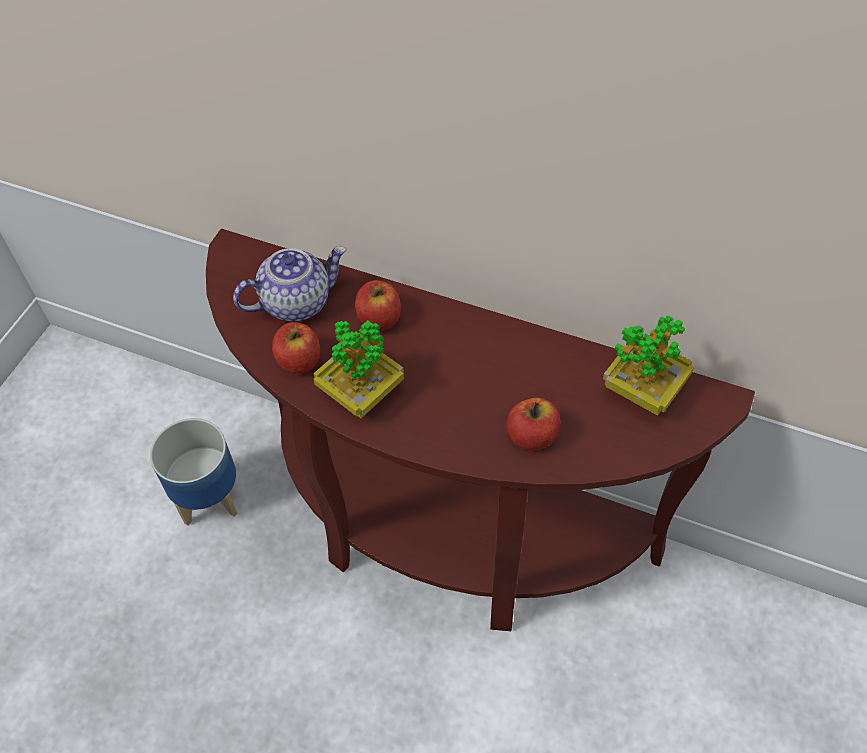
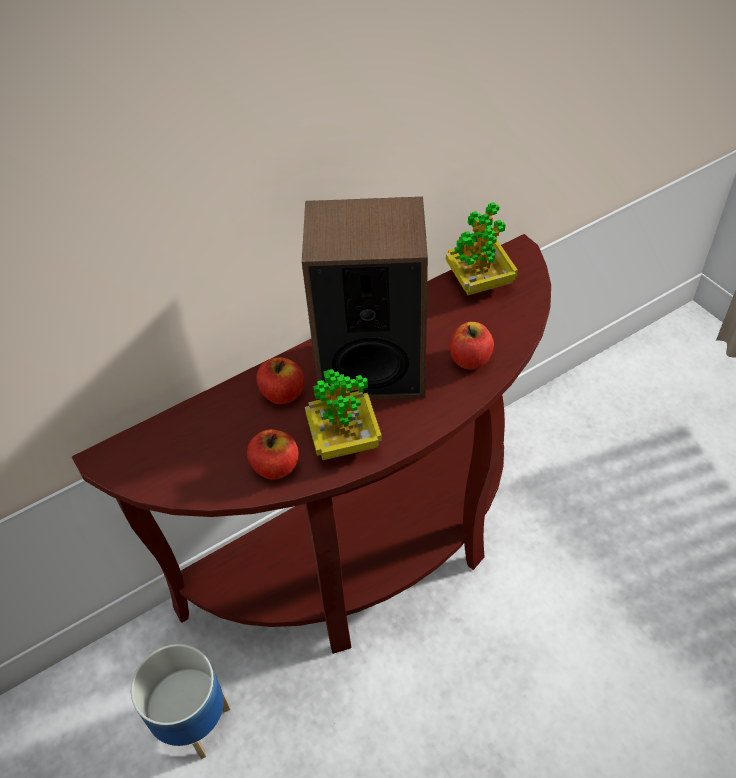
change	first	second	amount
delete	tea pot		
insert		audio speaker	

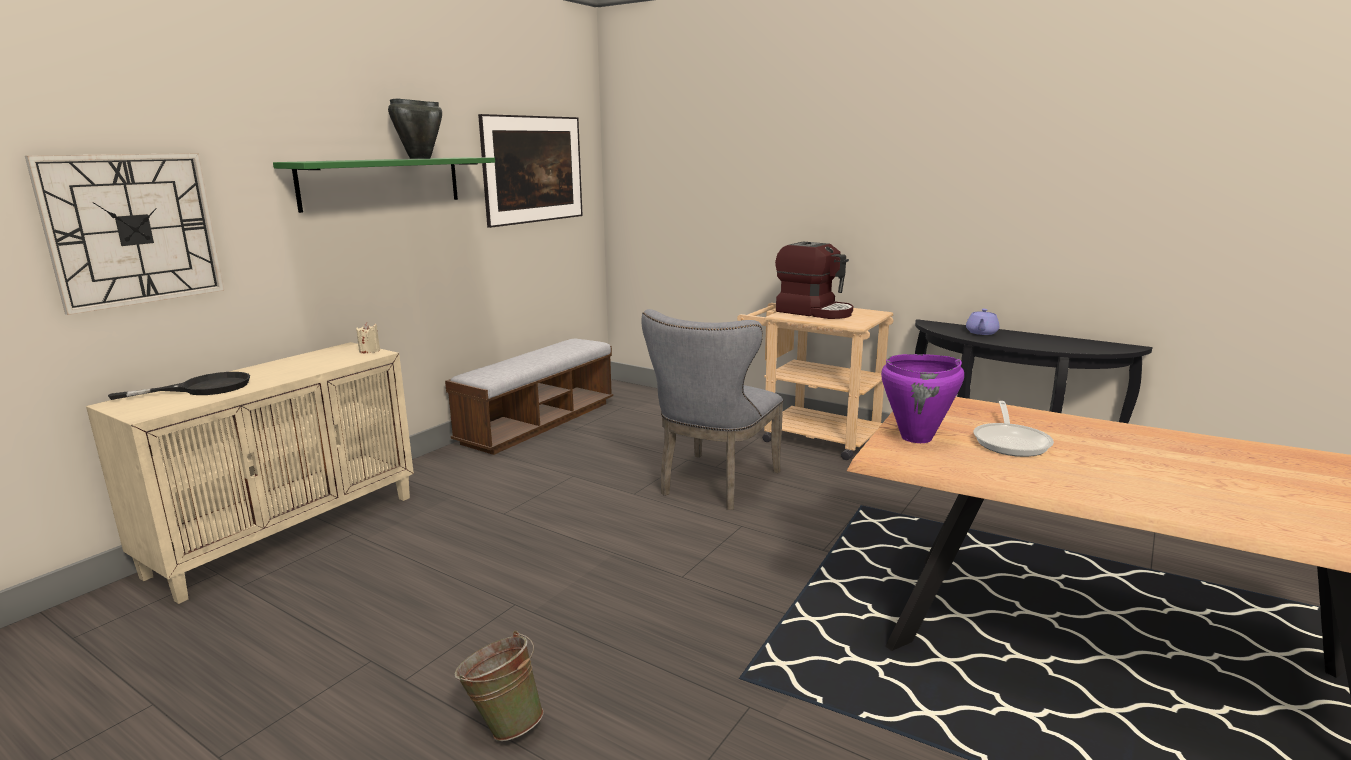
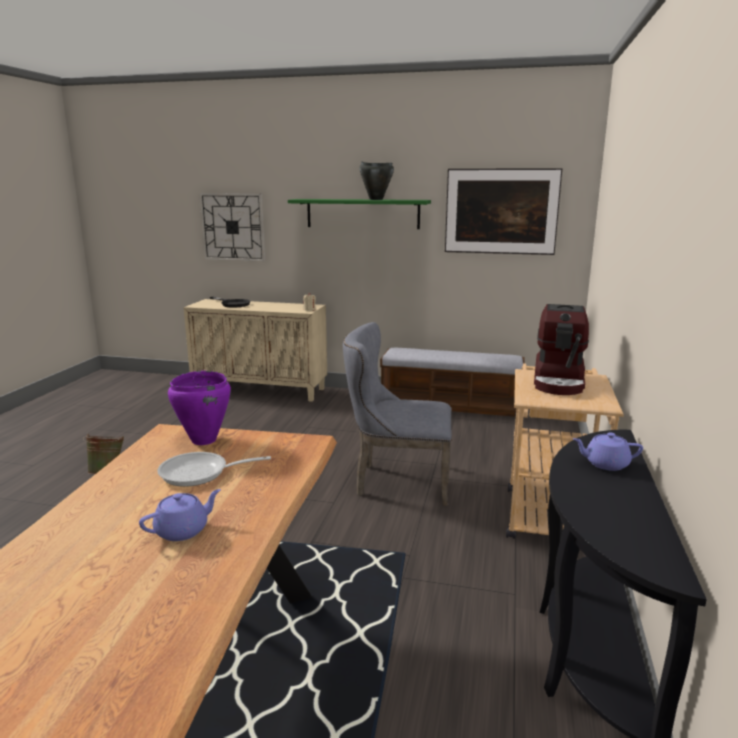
change	first	second	amount
insert		purplish tea pot (1st from left)	

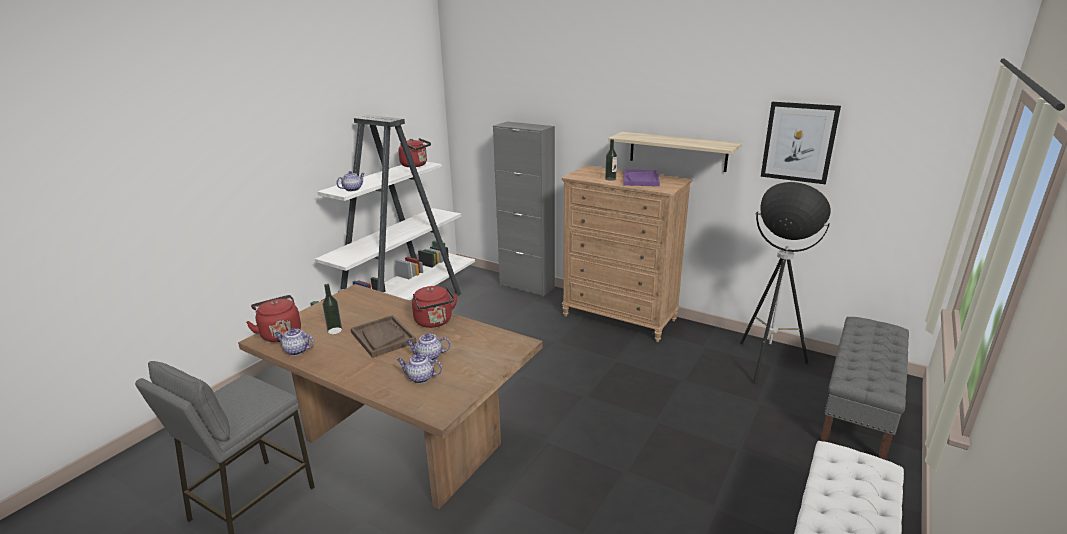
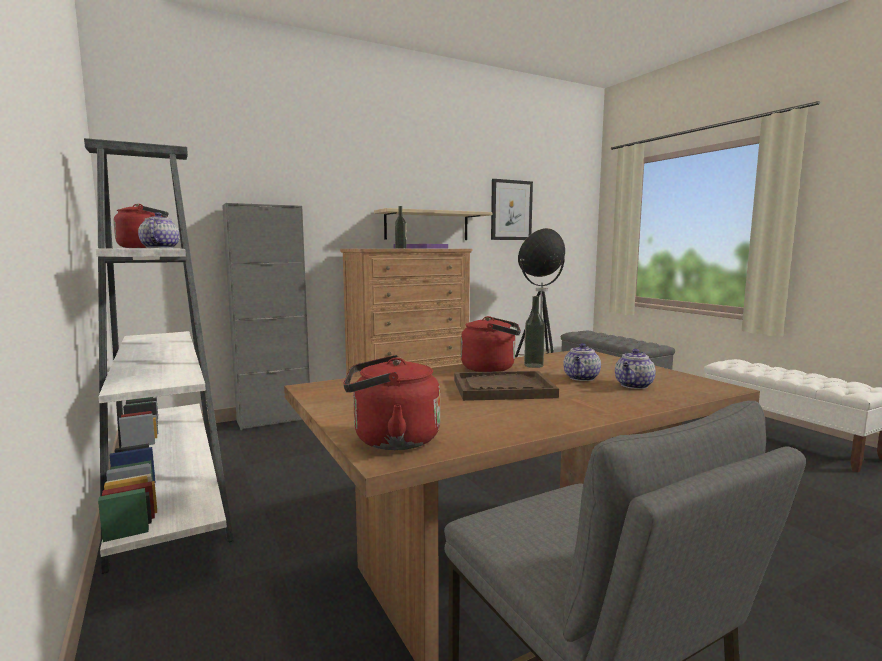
change	first	second	amount
delete	tea pot (1st from left)		
move	beverage bottle (1st from left in the first image)	beverage bottle (2nd from left)	

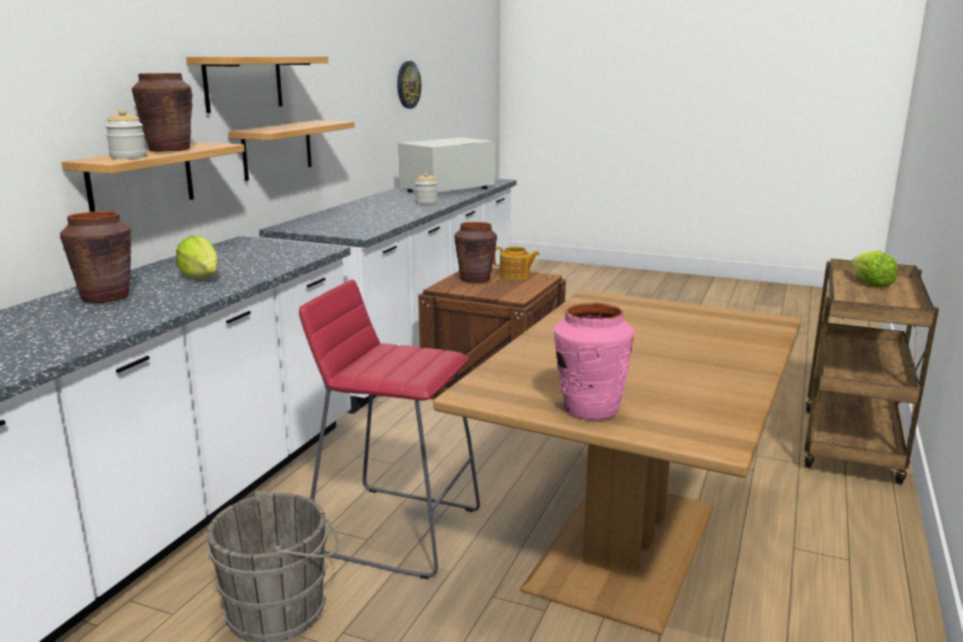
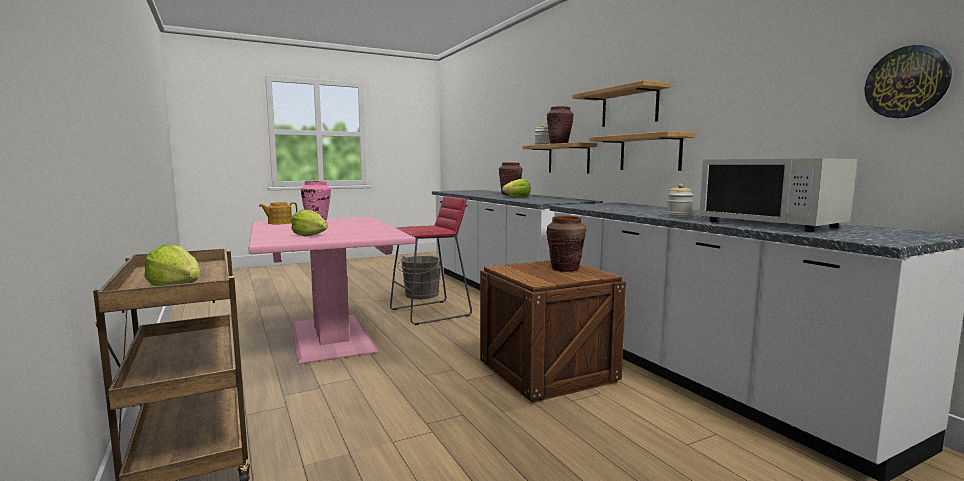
change	first	second	amount
rotate	whitish microwave		150 degrees clockwise
recolor	brownish dinner table	pink-coloured dinner table	
move	tea pot		
insert		lettuce (2nd from left)	

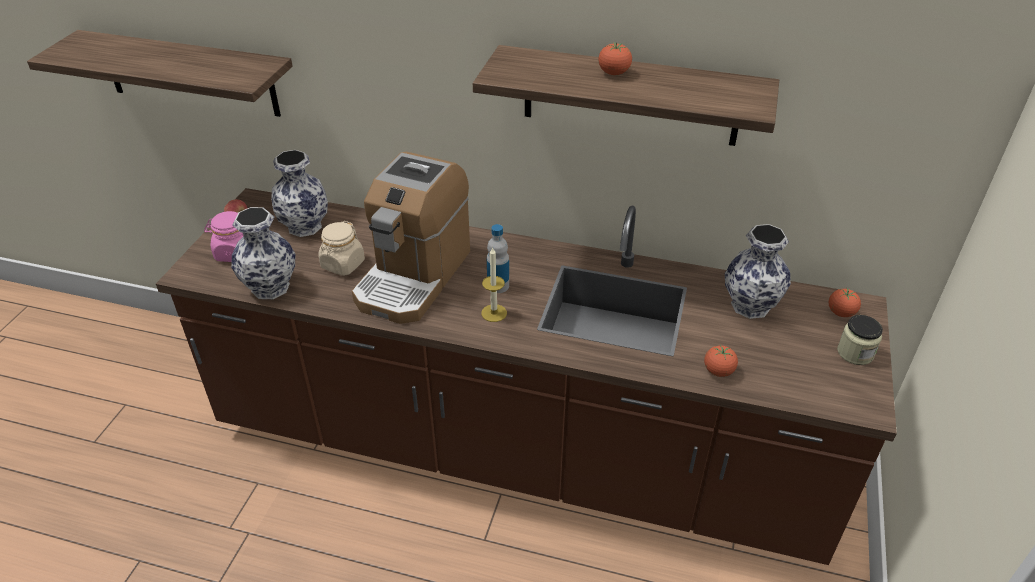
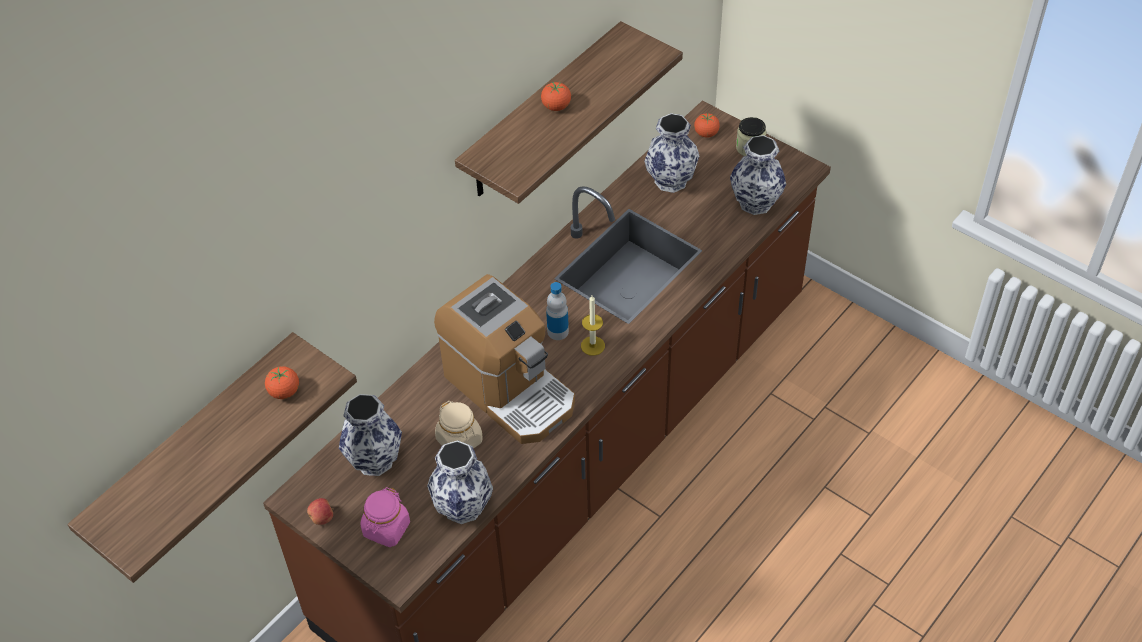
change	first	second	amount
move	whole tomato (2nd from left in the first image)	whole tomato (1st from left)	
insert		flower vase (4th from left)	

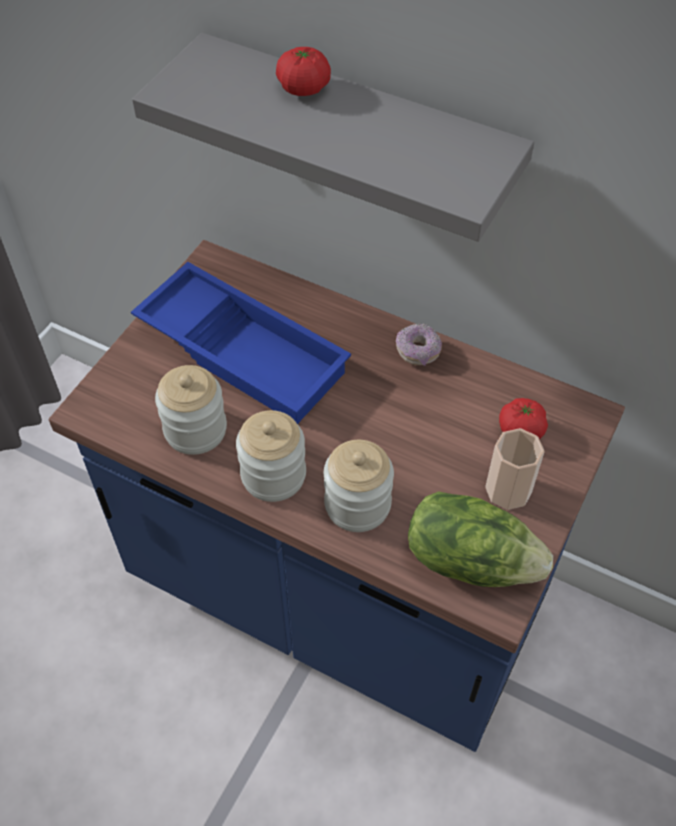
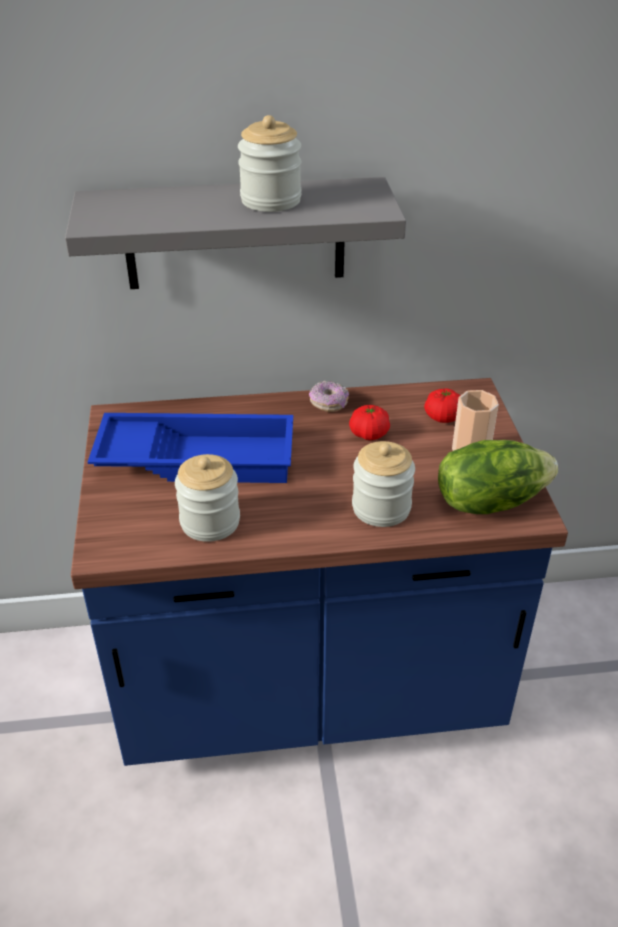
change	first	second	amount
move	storage jar (2nd from left)		
move	whole tomato (1st from left)		

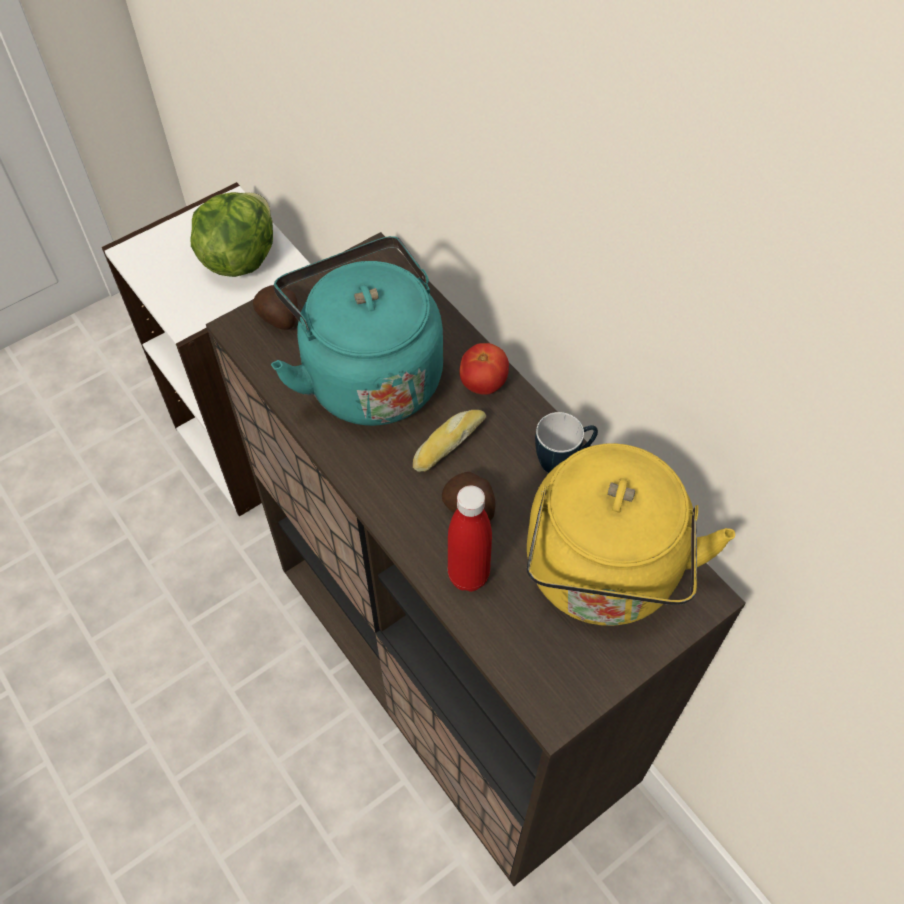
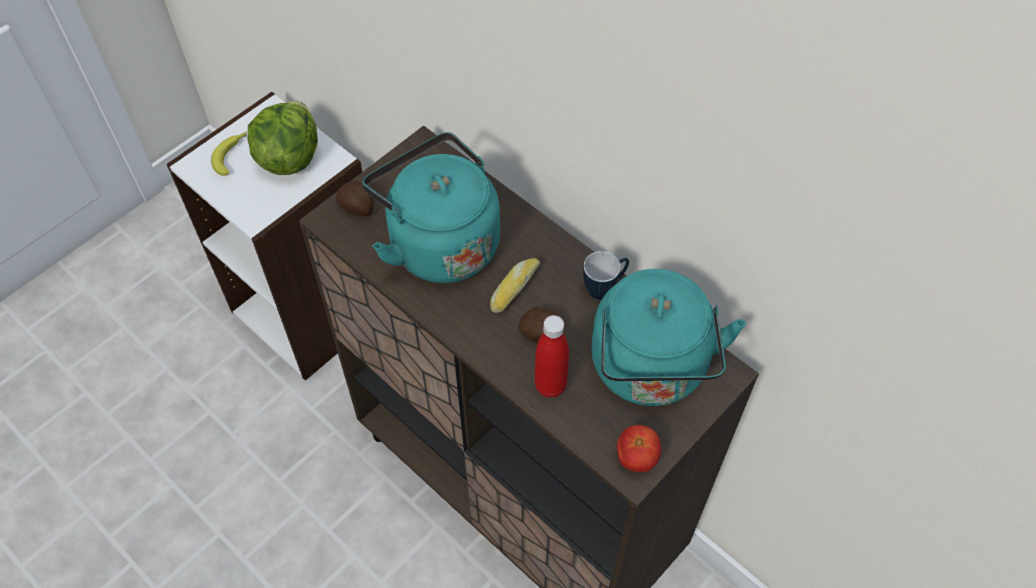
change	first	second	amount
move	whole tomato		
recolor	yellowish tea kettle	turquoise tea kettle (2nd from left)	
insert		banana fruit	

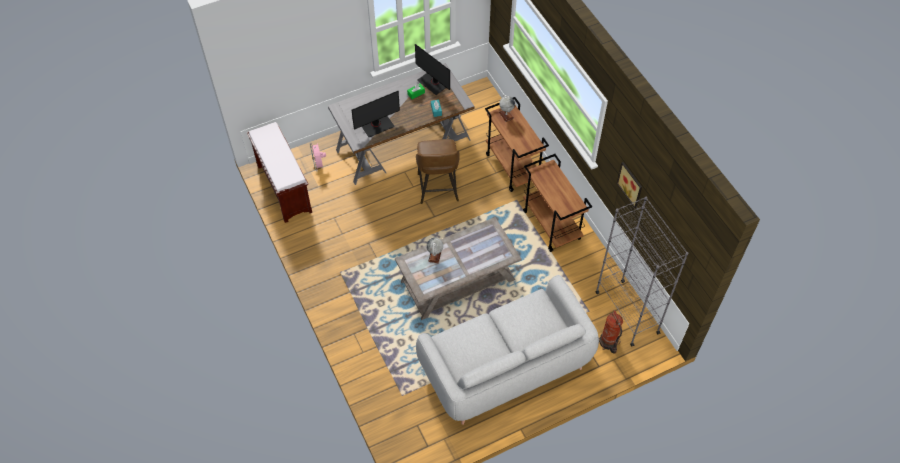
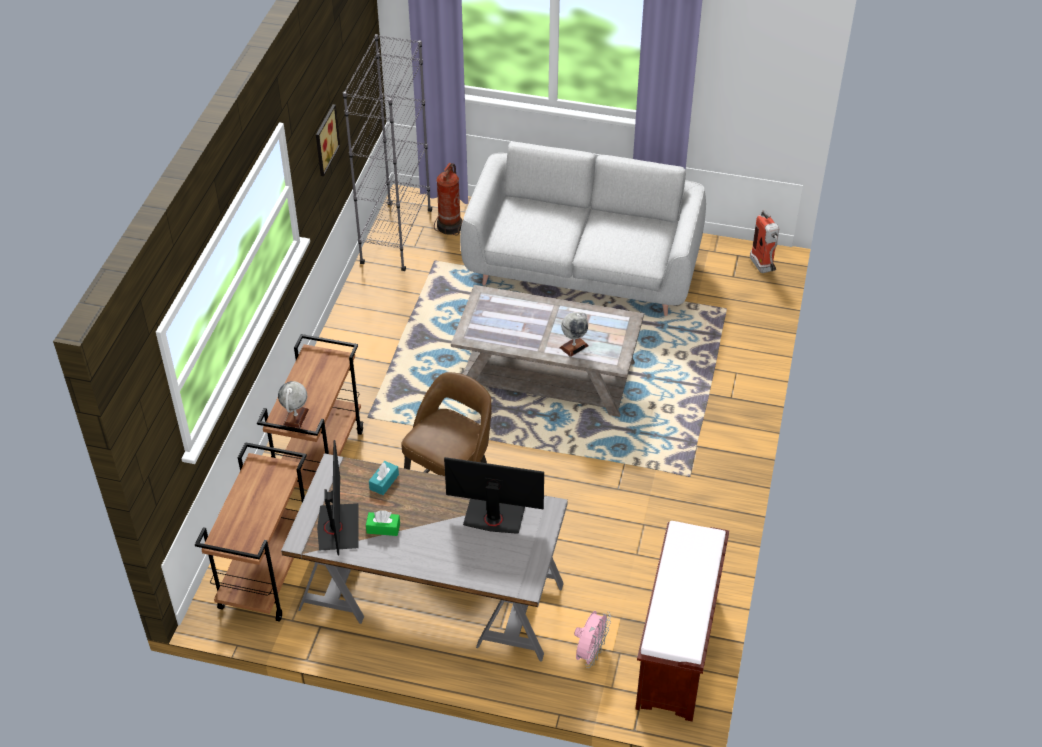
change	first	second	amount
move	brownish wheeled cart (2nd from left in the first image)	brownish wheeled cart (1st from left)	
insert		extinguisher (2nd from left)	

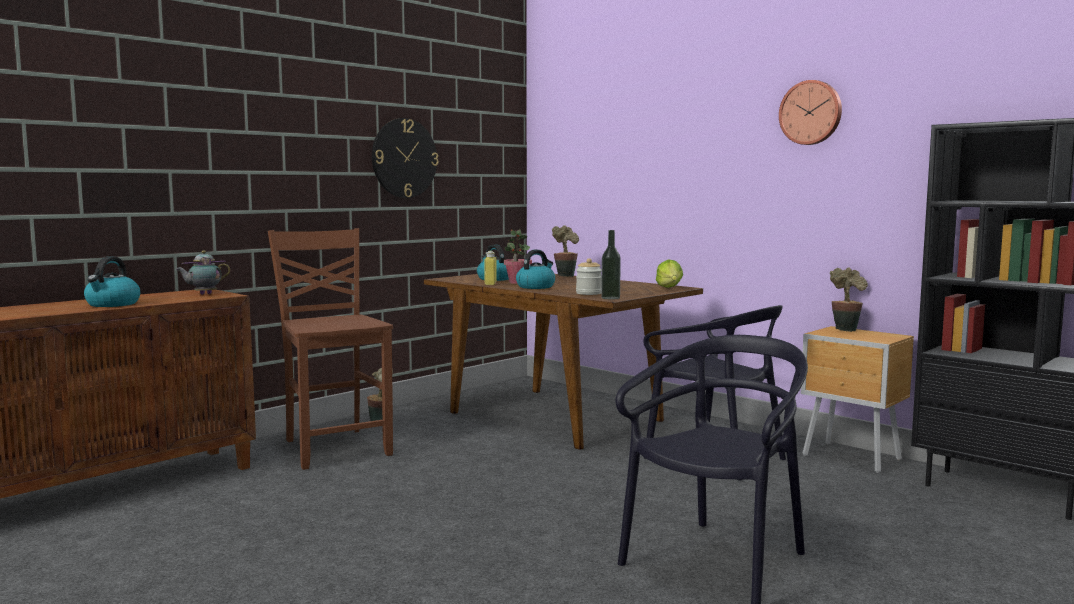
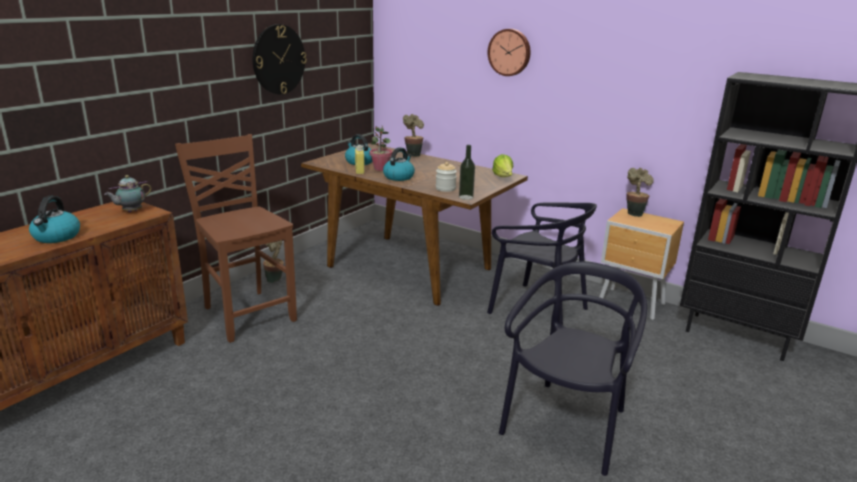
change	first	second	amount
move	wall clock (2nd from left)		

